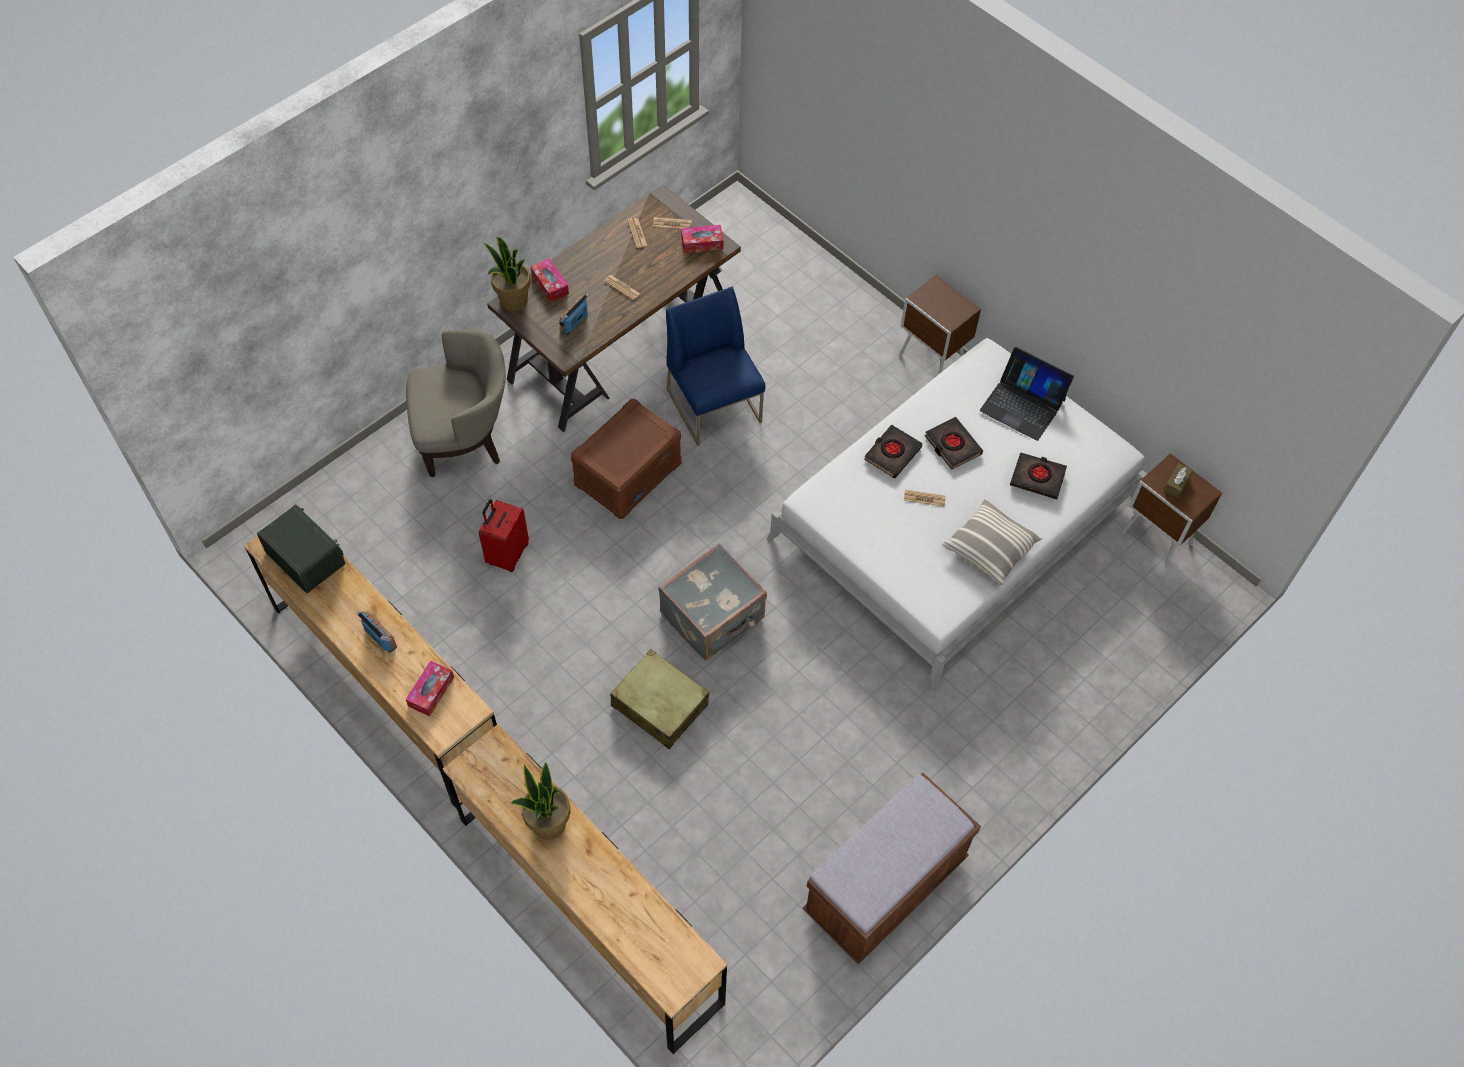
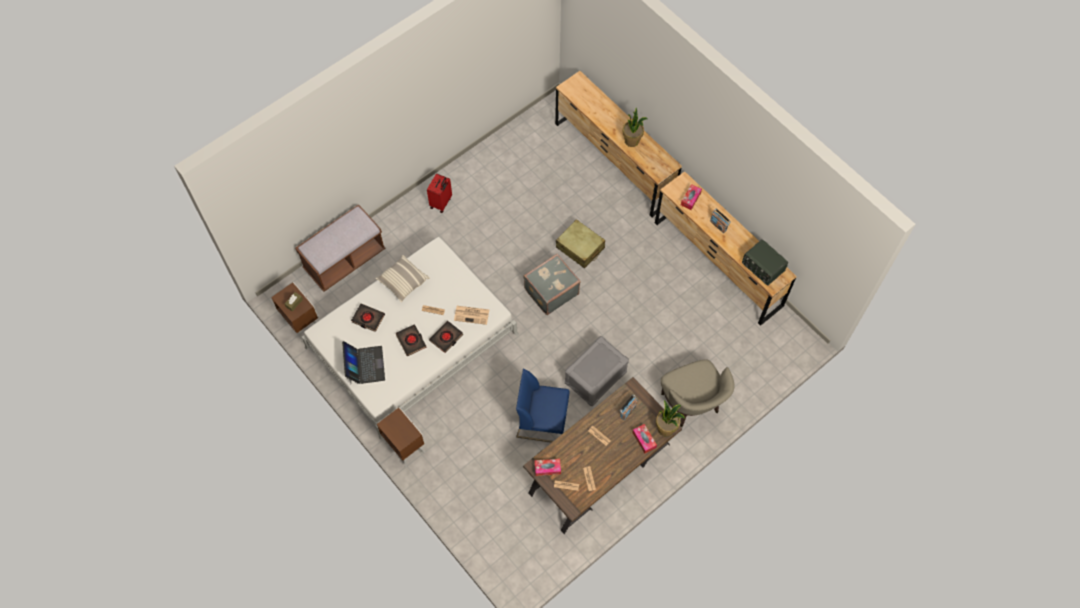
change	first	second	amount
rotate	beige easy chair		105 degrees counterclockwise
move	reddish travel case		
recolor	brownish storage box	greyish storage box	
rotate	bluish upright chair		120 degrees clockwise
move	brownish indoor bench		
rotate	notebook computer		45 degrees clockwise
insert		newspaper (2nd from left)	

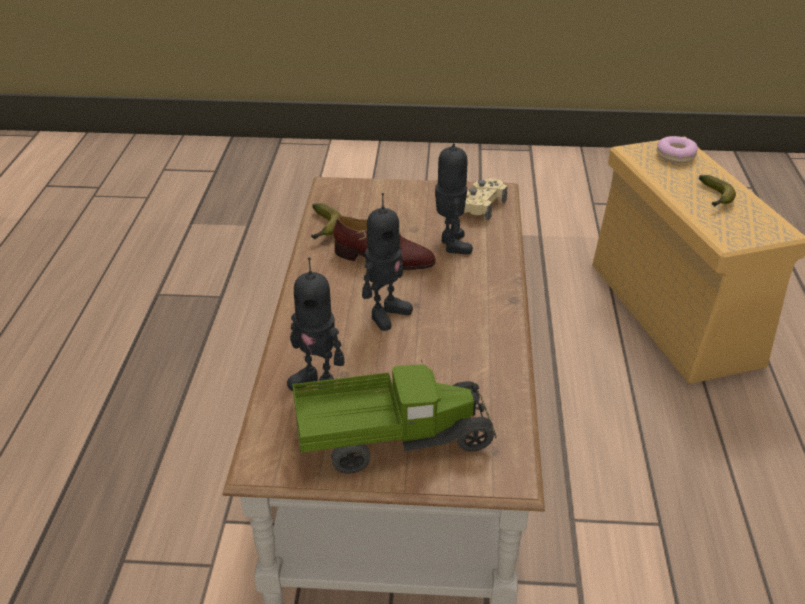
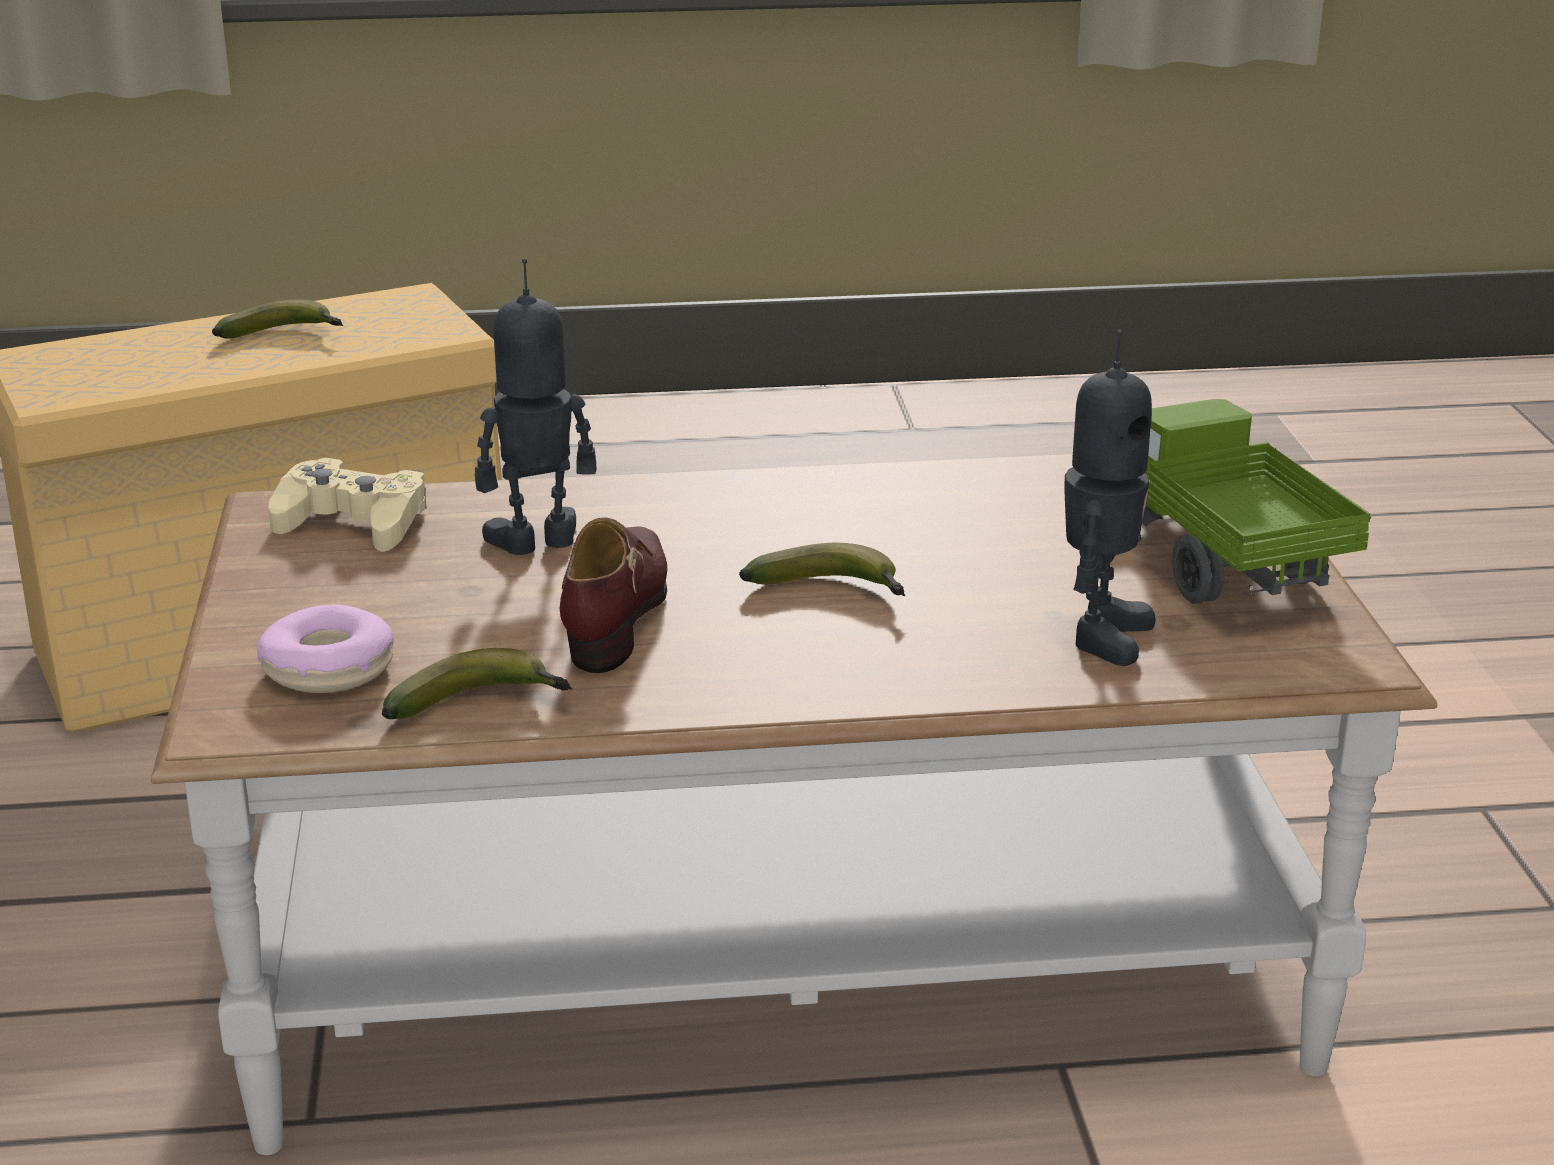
change	first	second	amount
replace	model robot (2nd from left)	banana fruit (3rd from left)	
move	donut		

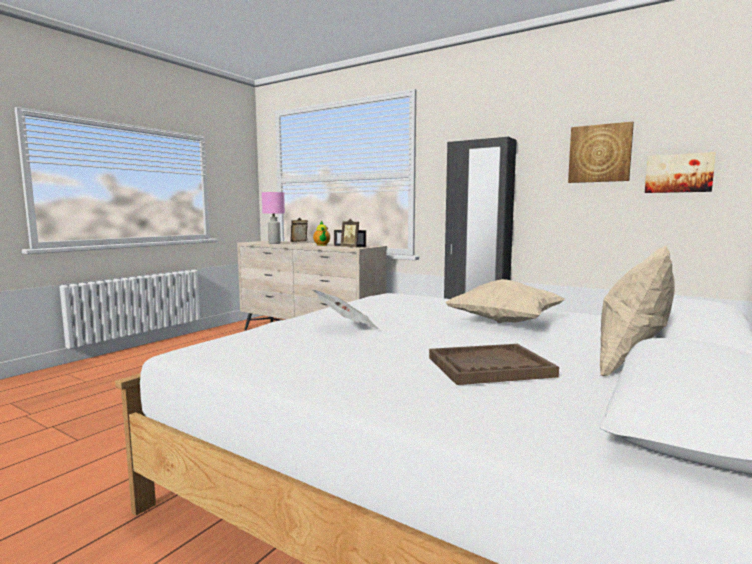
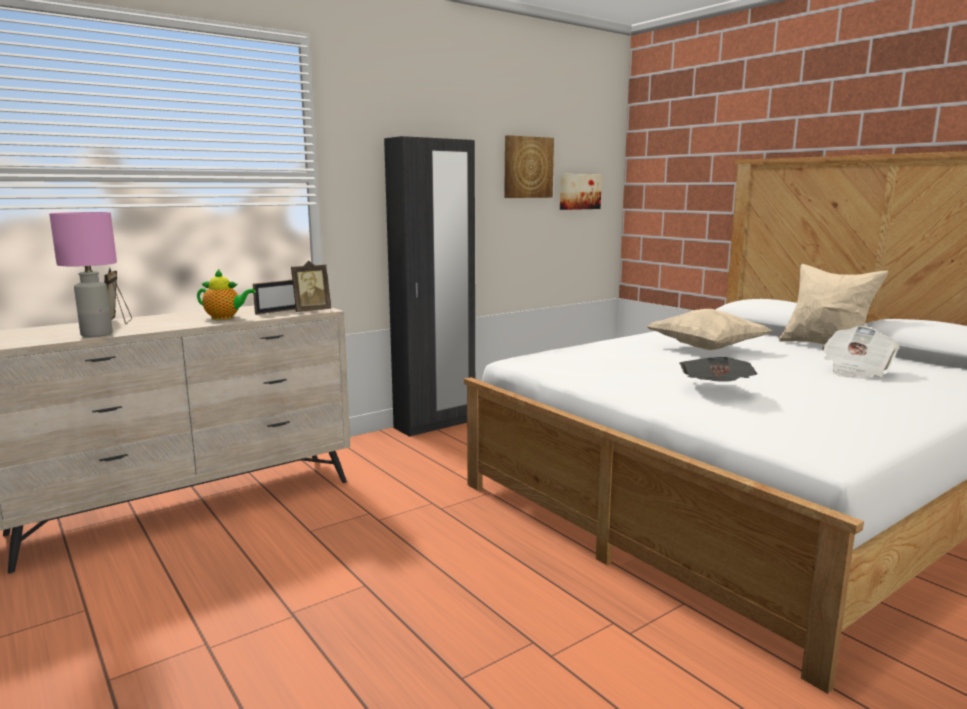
change	first	second	amount
replace	brownish serving tray	newspaper (2nd from left)	

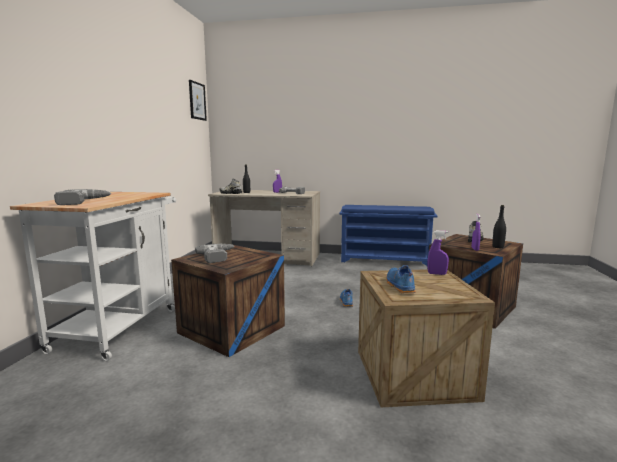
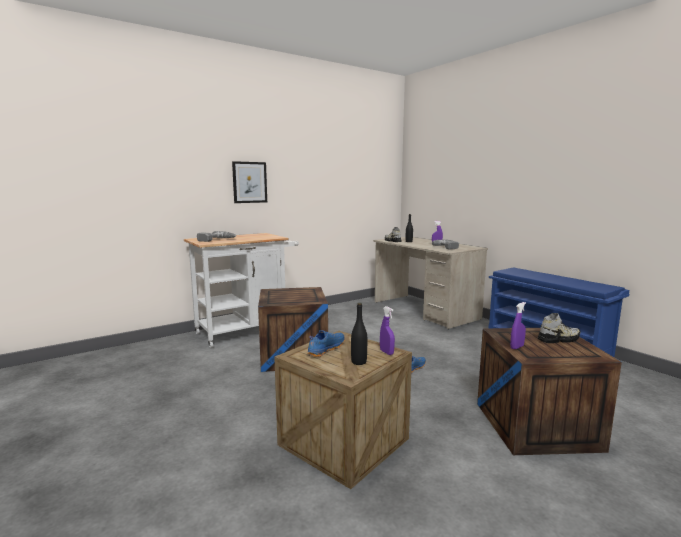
change	first	second	amount
move	picture		
delete	electric drill (2nd from left)		
move	blackish beverage bottle (2nd from left in the first image)	blackish beverage bottle (1st from left)	

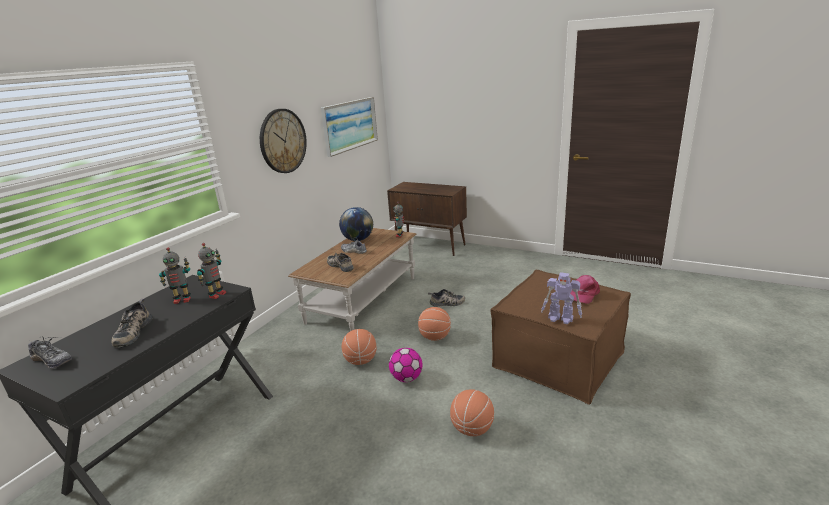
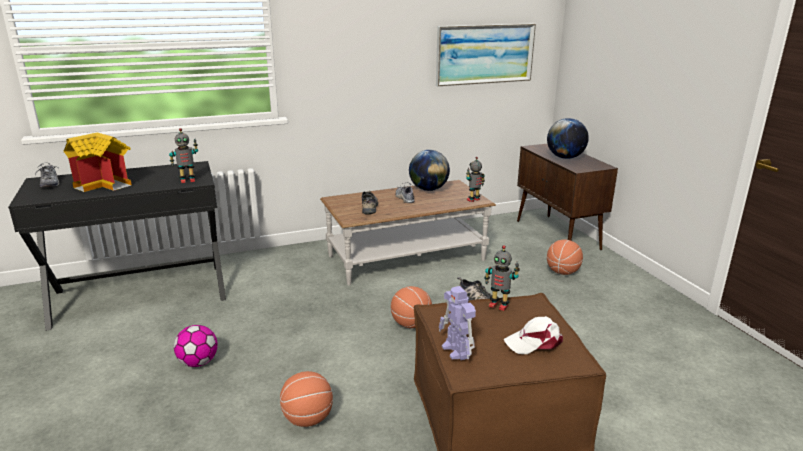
change	first	second	amount
replace	item of footwear (2nd from left)	miniature house	
move	model robot (1st from left in the first image)	model robot (4th from left)	
delete	wall clock		
move	basketball (1st from left in the first image)	basketball (3rd from left)	
move	football ball		
recolor	pink-coloured cap	whitish cap	
insert		world globe (2nd from left)	

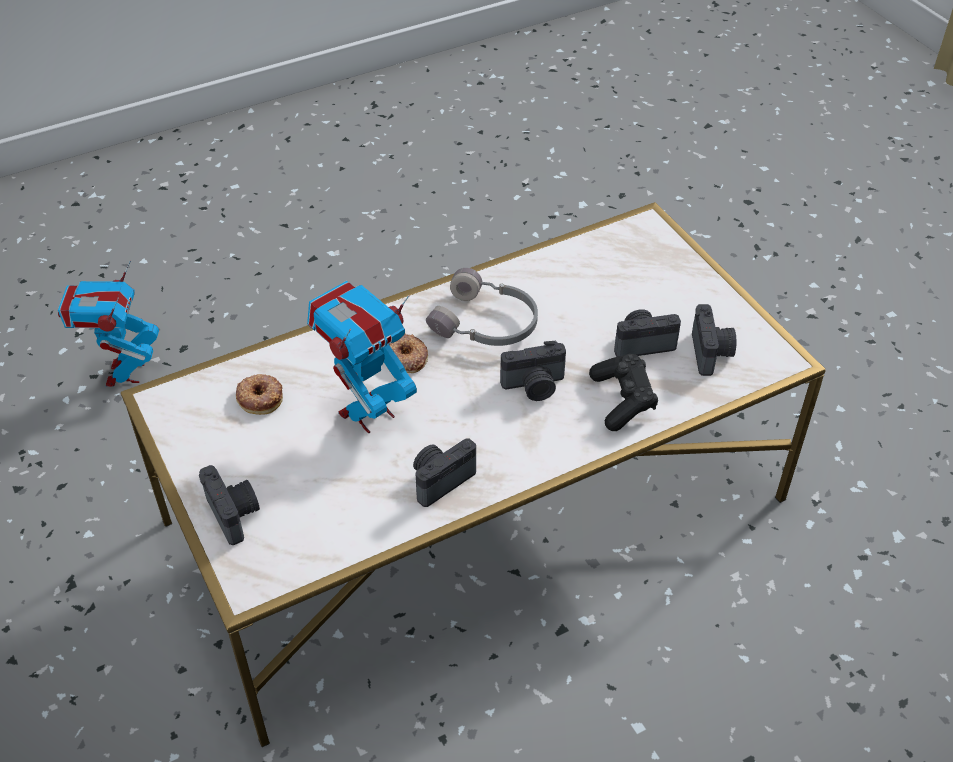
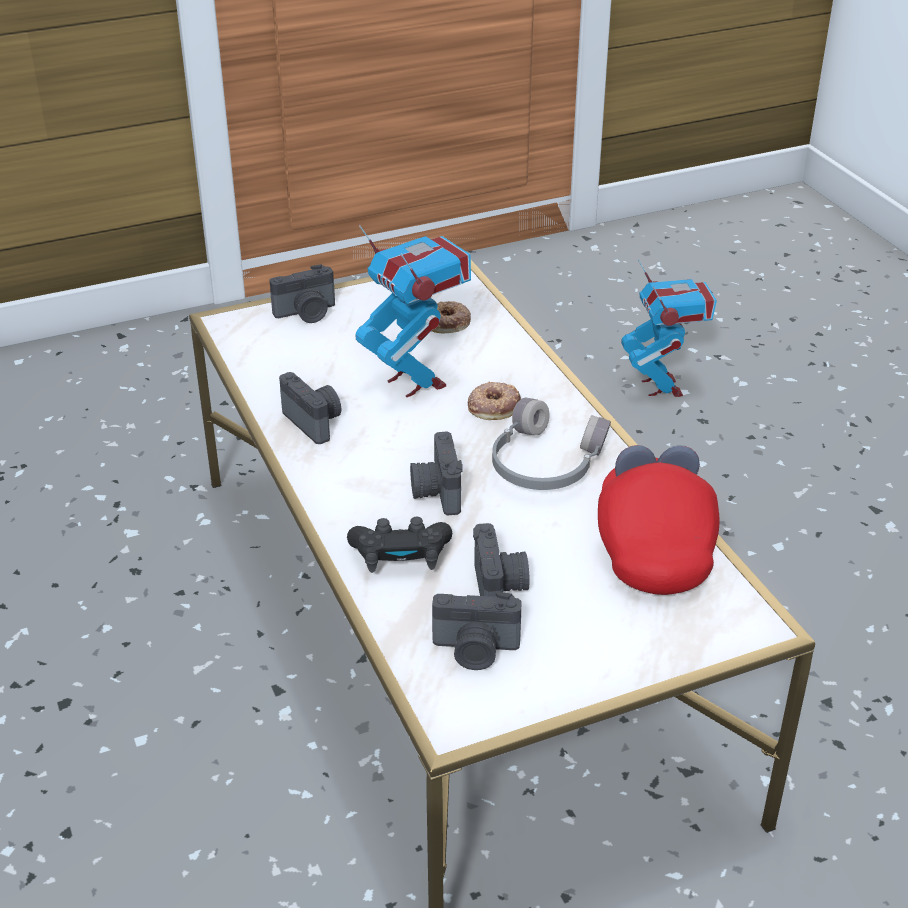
change	first	second	amount
rotate	model robot (1st from left in the first image)	model robot (2nd from left)	75 degrees clockwise
insert		reddish cap	

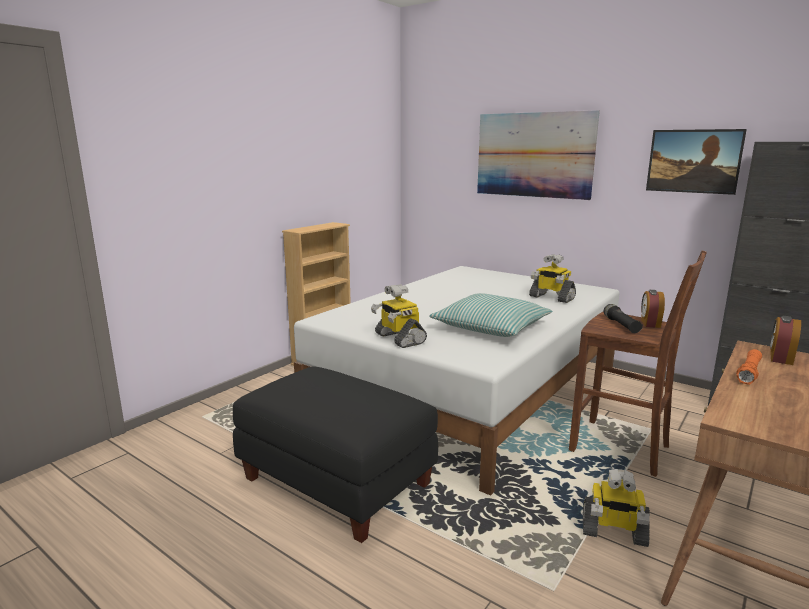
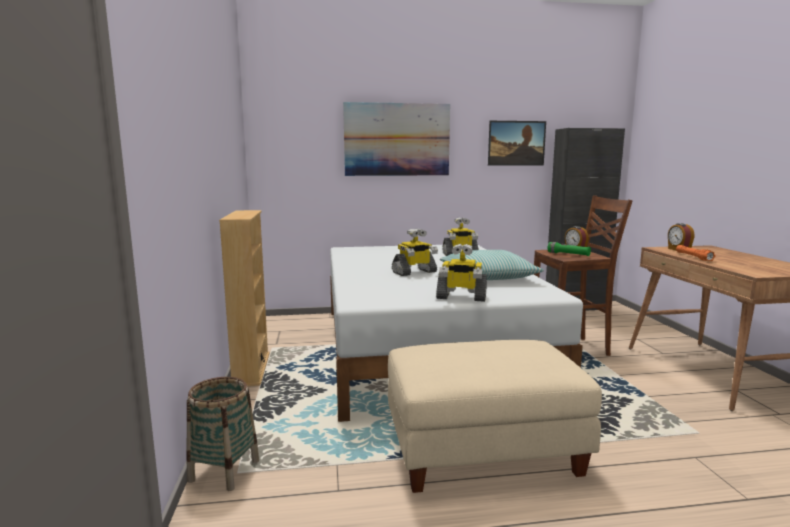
change	first	second	amount
recolor	blackish footrest	beige footrest	
move	model robot (3rd from left in the first image)	model robot (1st from left)	
recolor	blackish torch	green-coloured torch	
insert		basket	

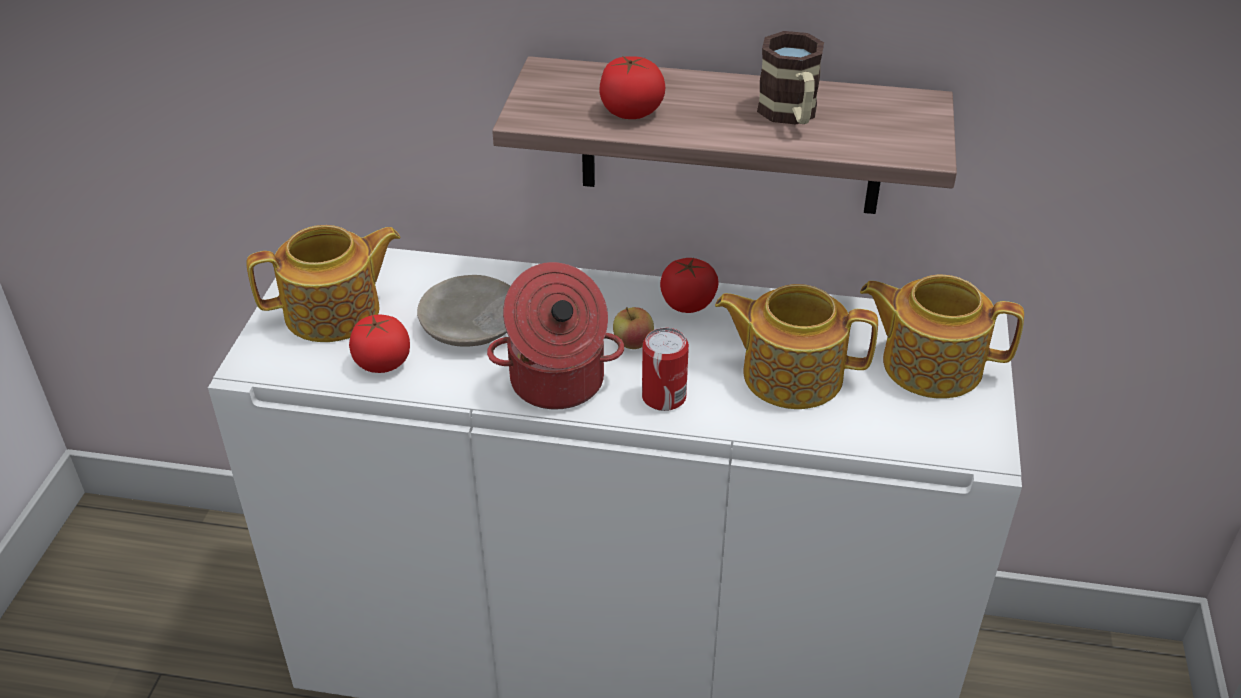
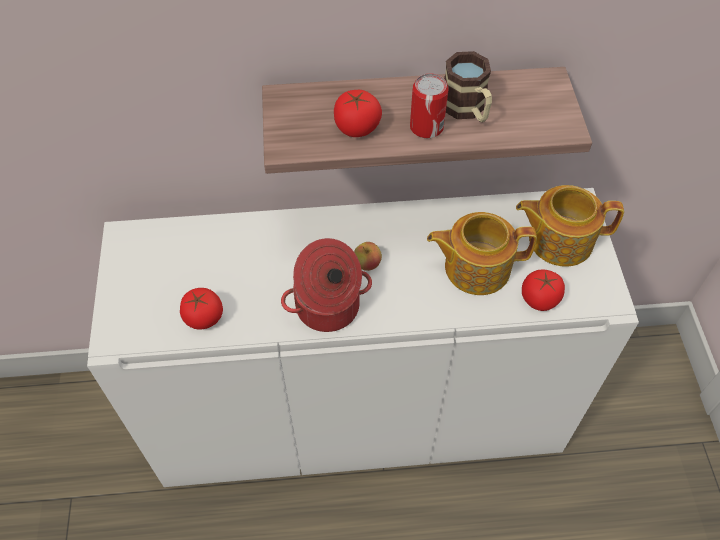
change	first	second	amount
delete	tea pot (1st from left)		
delete	beige plate		
move	can		
move	whole tomato (3rd from left)		

